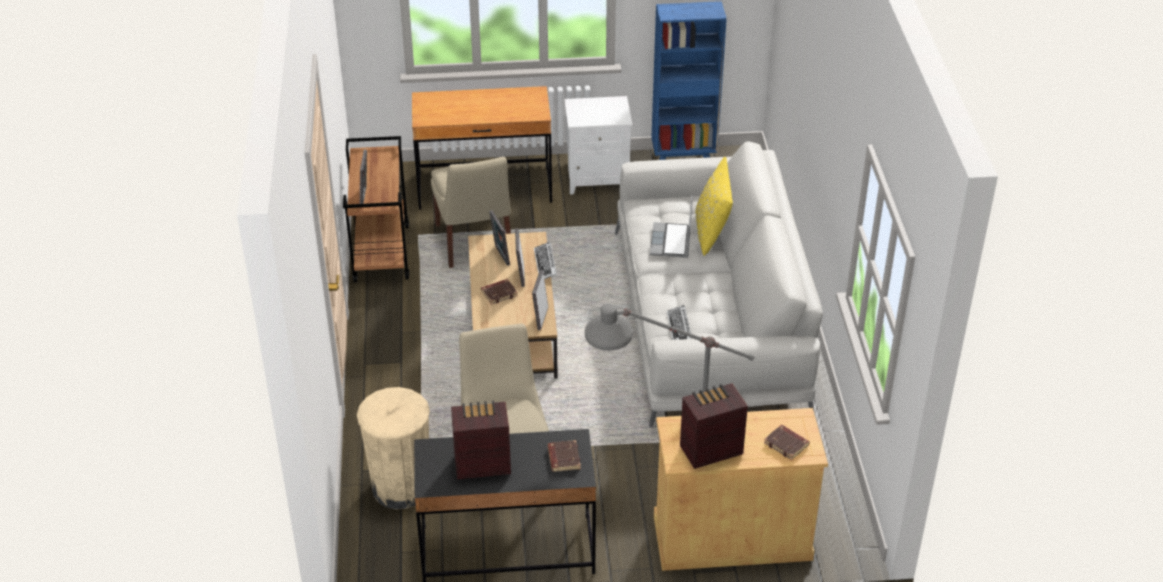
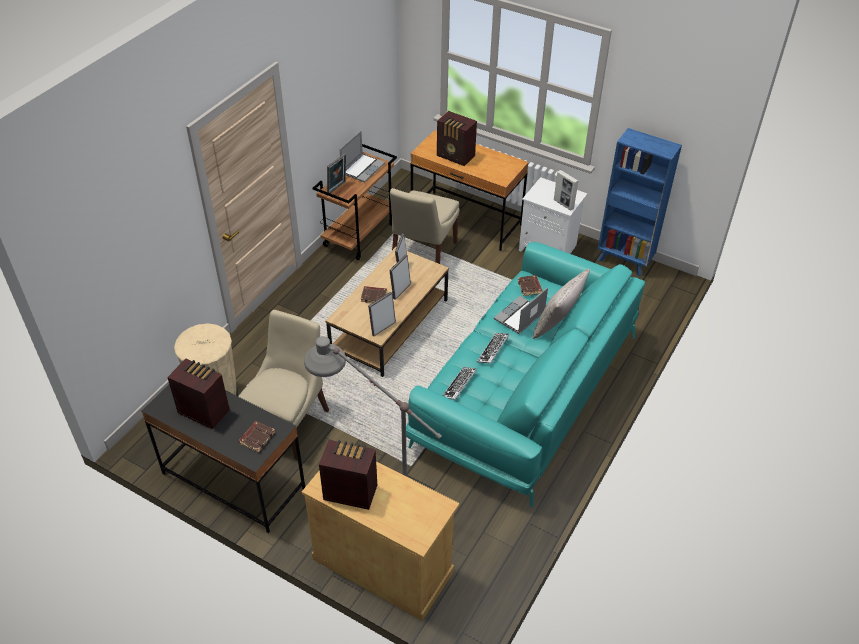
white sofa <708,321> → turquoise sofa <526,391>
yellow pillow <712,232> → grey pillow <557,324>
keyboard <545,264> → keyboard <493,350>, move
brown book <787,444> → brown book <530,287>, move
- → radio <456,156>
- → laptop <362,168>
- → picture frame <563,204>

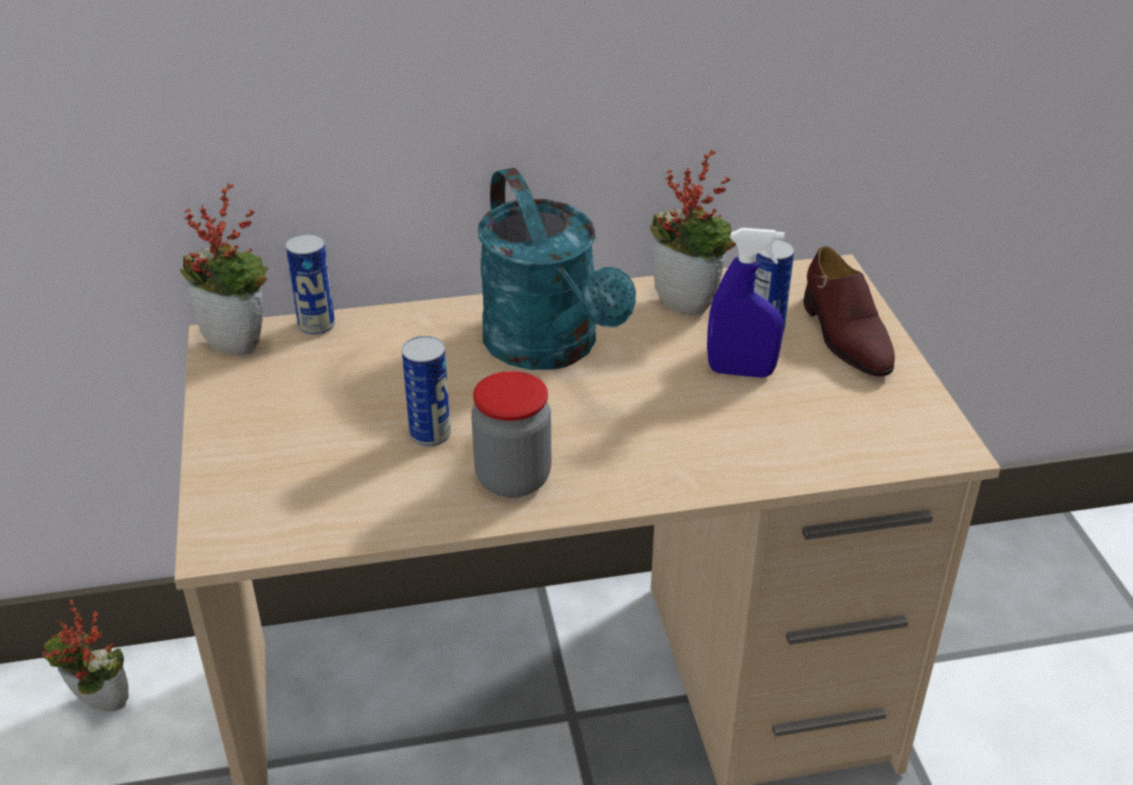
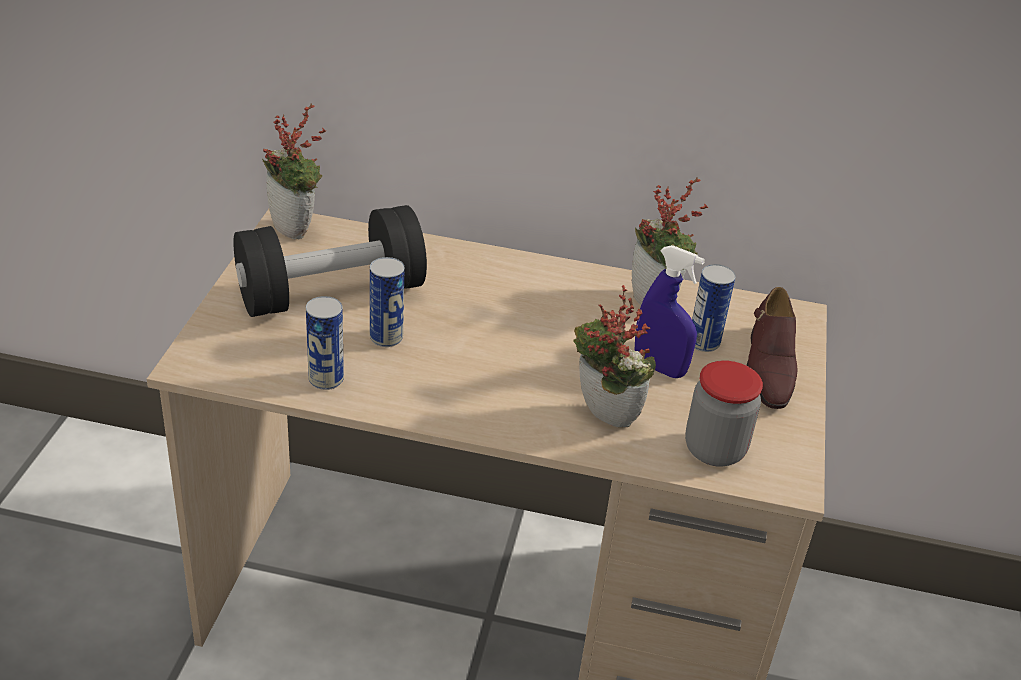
turquoise watering can <550,348> → -
can <316,325> → can <326,379>, move
jar <513,478> → jar <714,450>, move
potted plant <98,707> → potted plant <601,418>, move
- → black dumbbell <331,294>

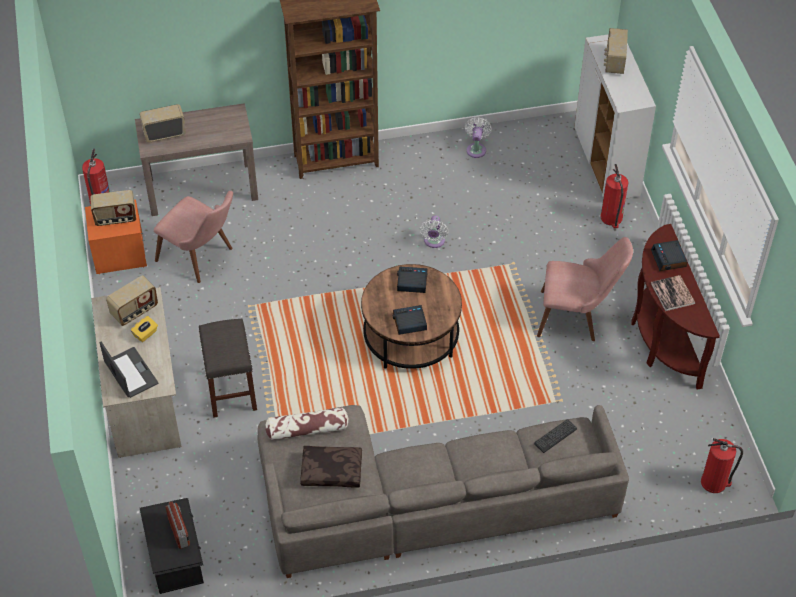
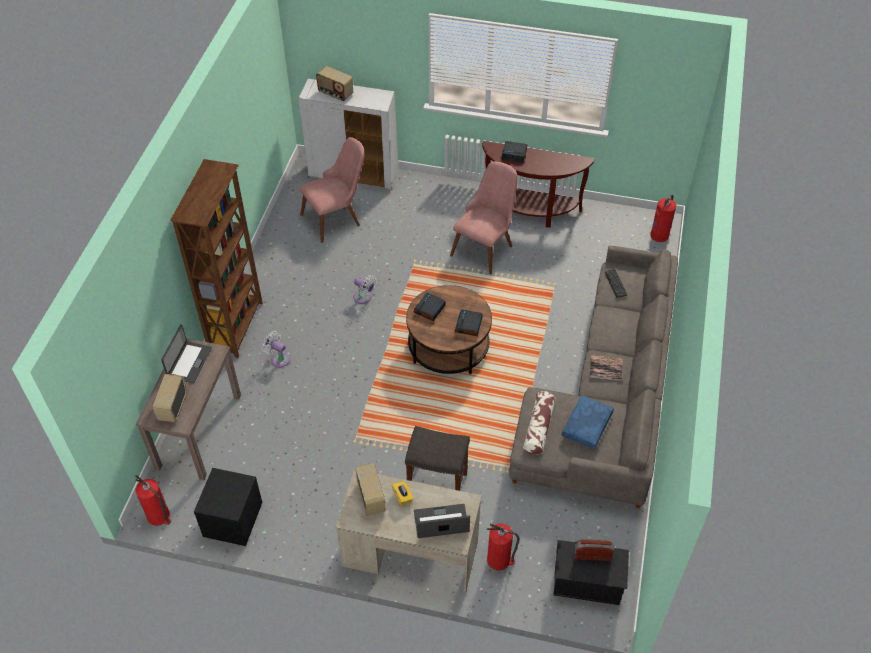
white fan <476,149> → white fan <278,358>, move
fire extinguisher <611,218> → fire extinguisher <499,560>, move
radio <115,218> → -
pink chair <202,258> → pink chair <337,217>, move
orange nightstand <119,254> → black nightstand <233,520>
book <672,293> → book <606,368>, move
brown pillow <332,470> → blue pillow <586,425>
- → laptop <189,362>

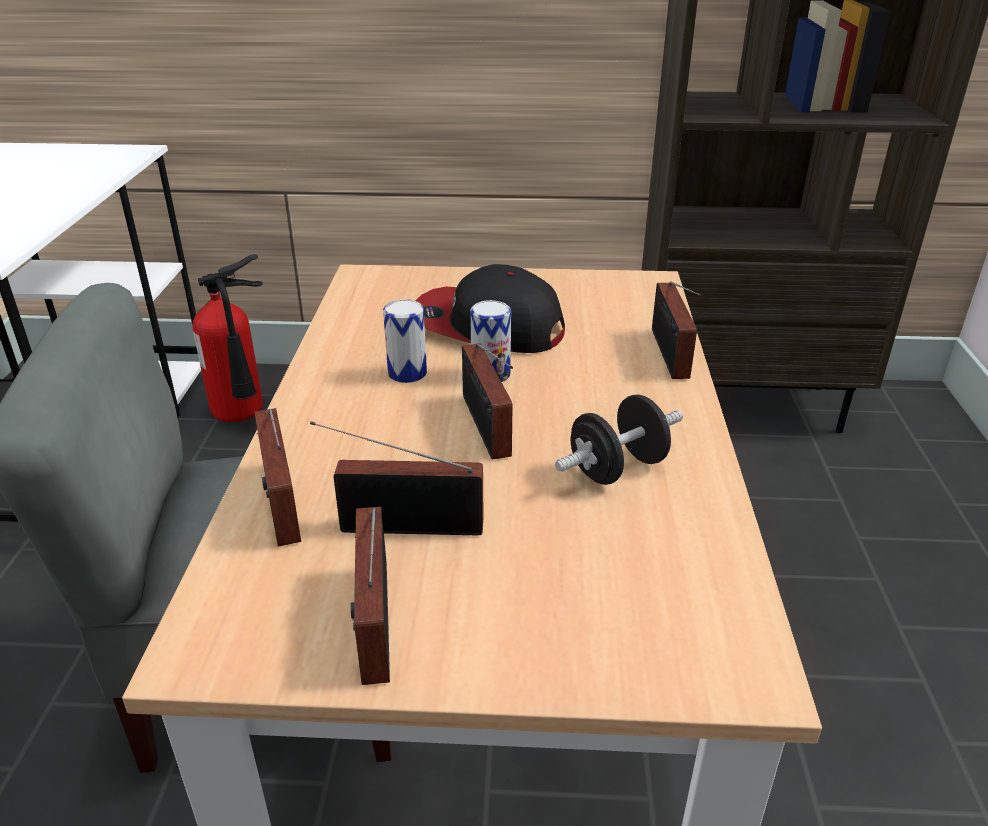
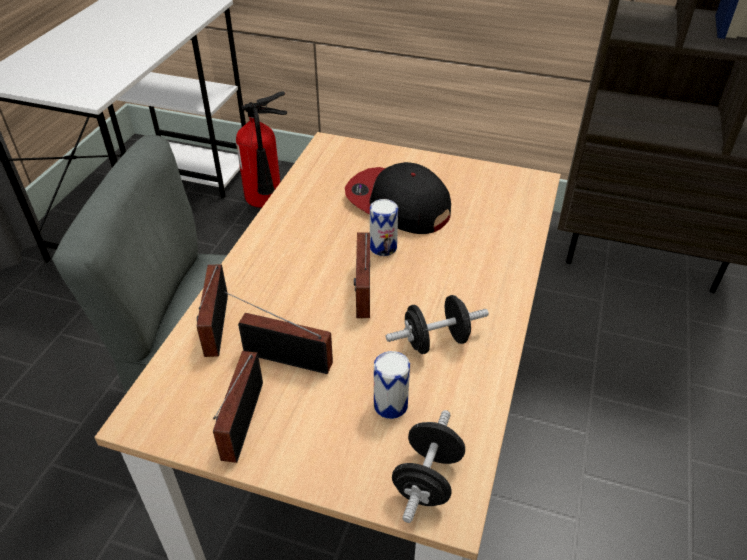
radio <669,356> → -
can <407,373> → can <390,405>, move
- → black dumbbell <427,479>

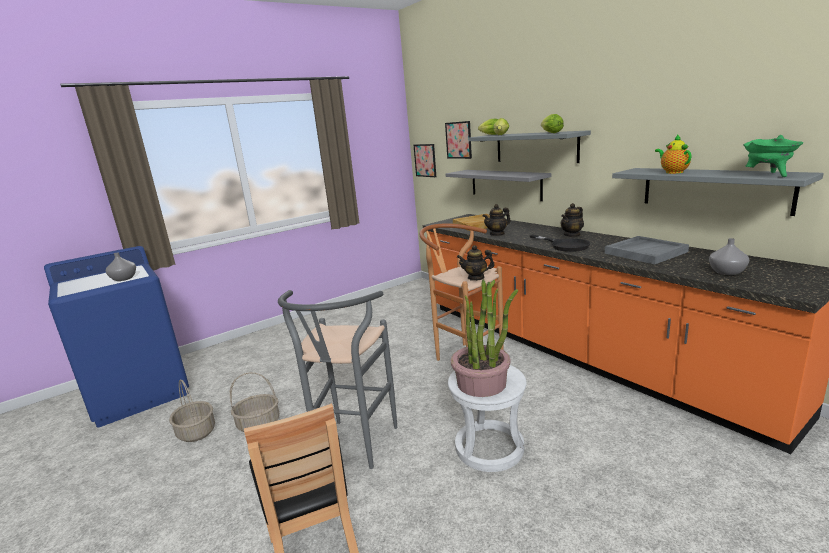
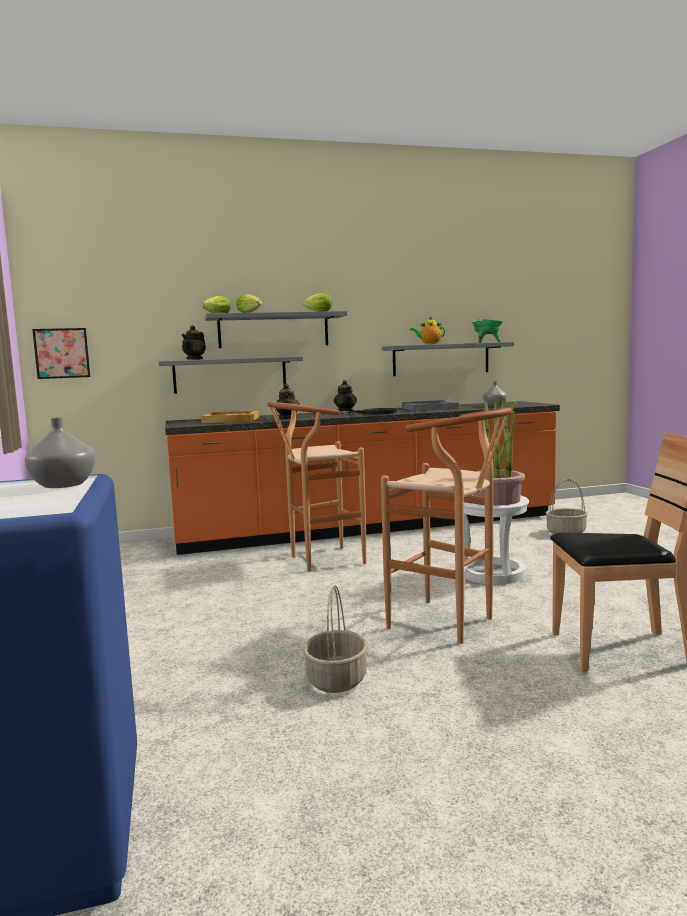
picture <458,140> → -
teapot <476,277> → teapot <195,359>, move
grey stool <353,449> → brown stool <450,624>
basket <196,432> → basket <566,532>, move

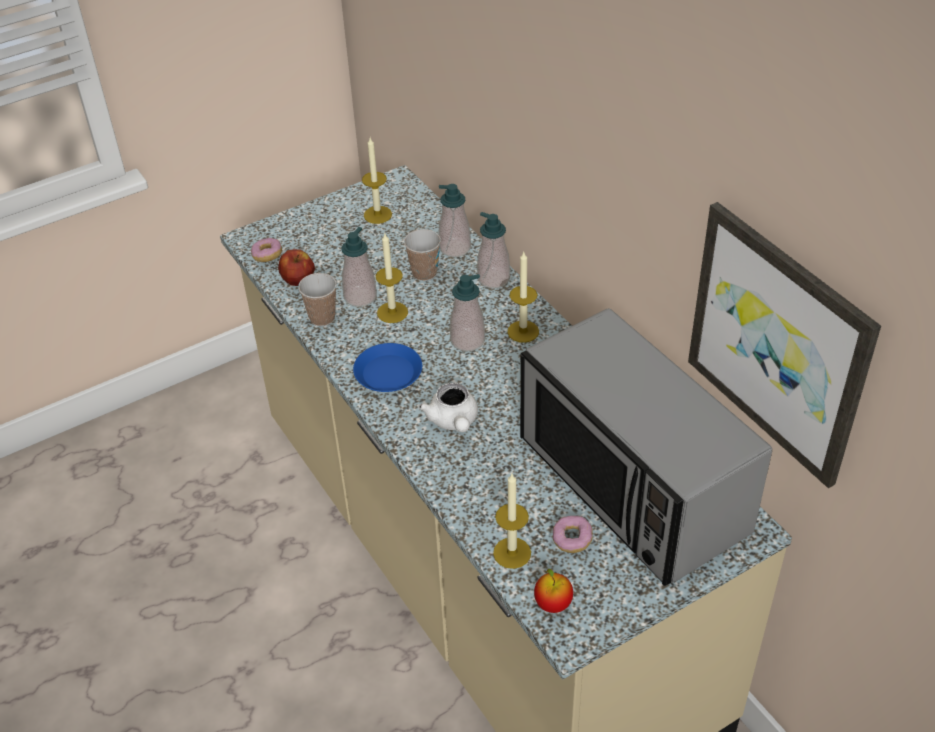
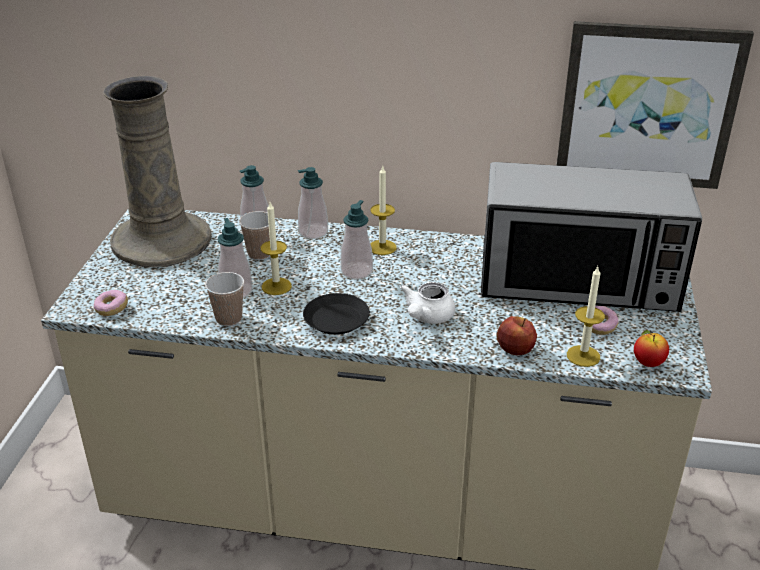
candle <377,215> → beige vase <162,241>
apple <298,280> → apple <515,349>, move
blue plate <388,373> → black plate <336,319>
white teapot <453,421> → white teapot <427,317>, 90 degrees clockwise

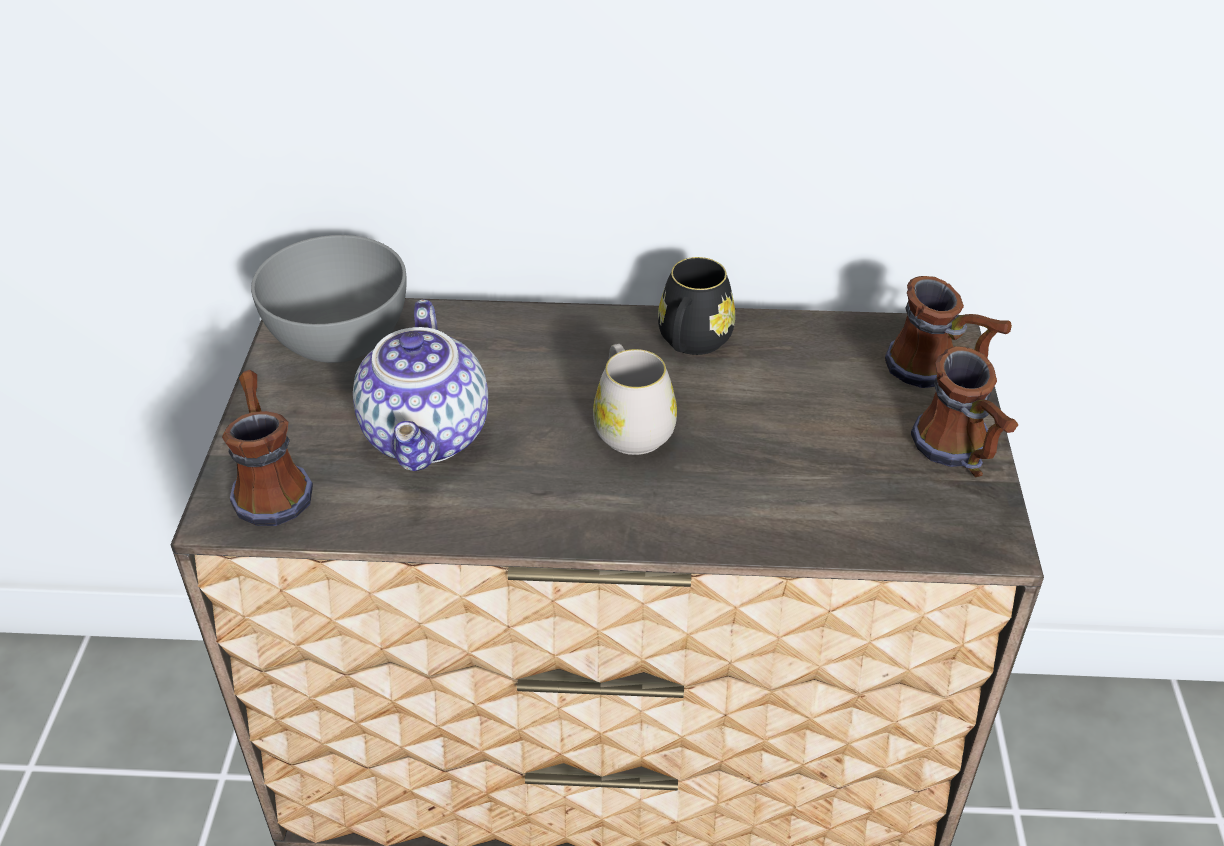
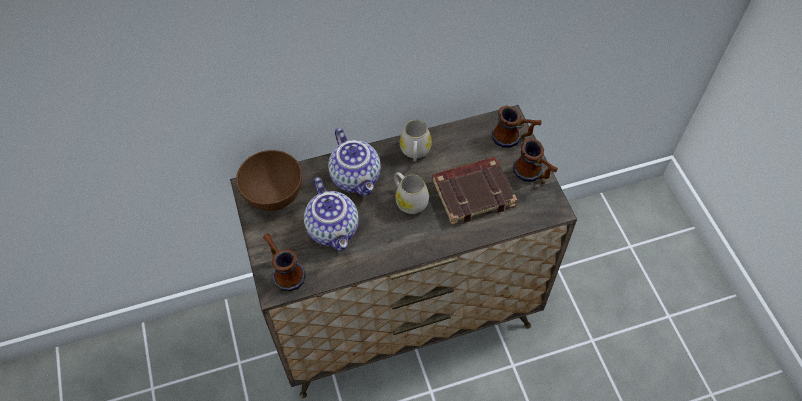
grey bowl <340,343> → brown bowl <274,195>
black mug <691,343> → white mug <415,152>
- → teapot <357,177>
- → brown book <473,192>

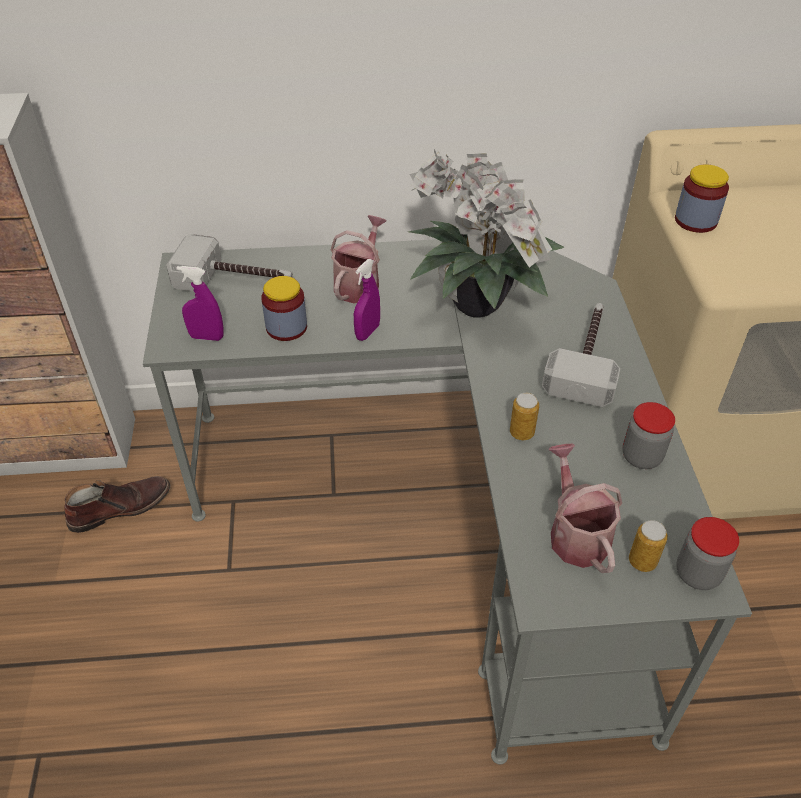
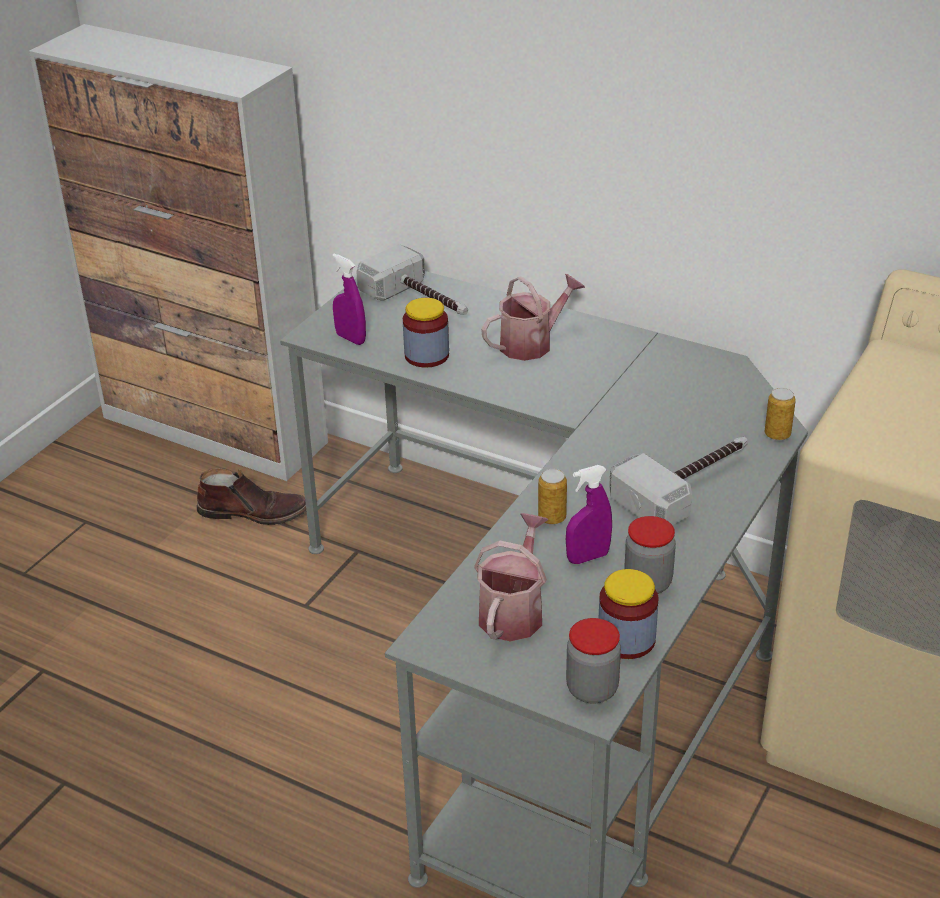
potted plant <478,310> → -
jar <695,220> → jar <626,639>, move
purple spray bottle <367,332> → purple spray bottle <588,557>, move
can <642,561> → can <777,434>, move

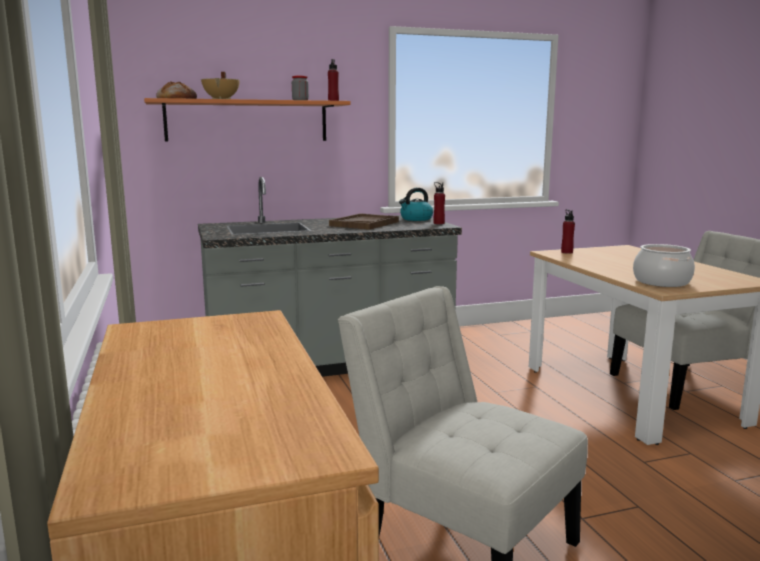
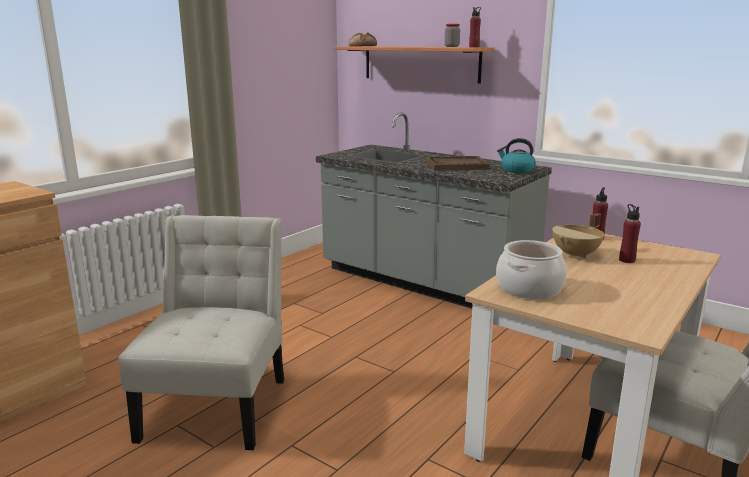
beige cooking pot <222,99> → beige cooking pot <576,255>, move
red bottle <438,223> → red bottle <627,260>, move

